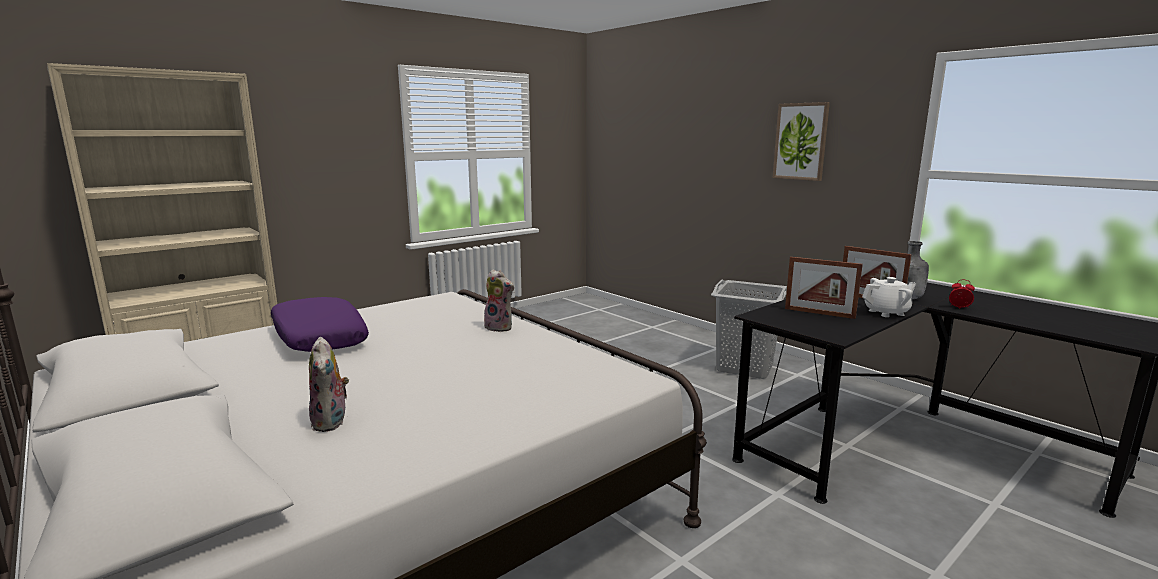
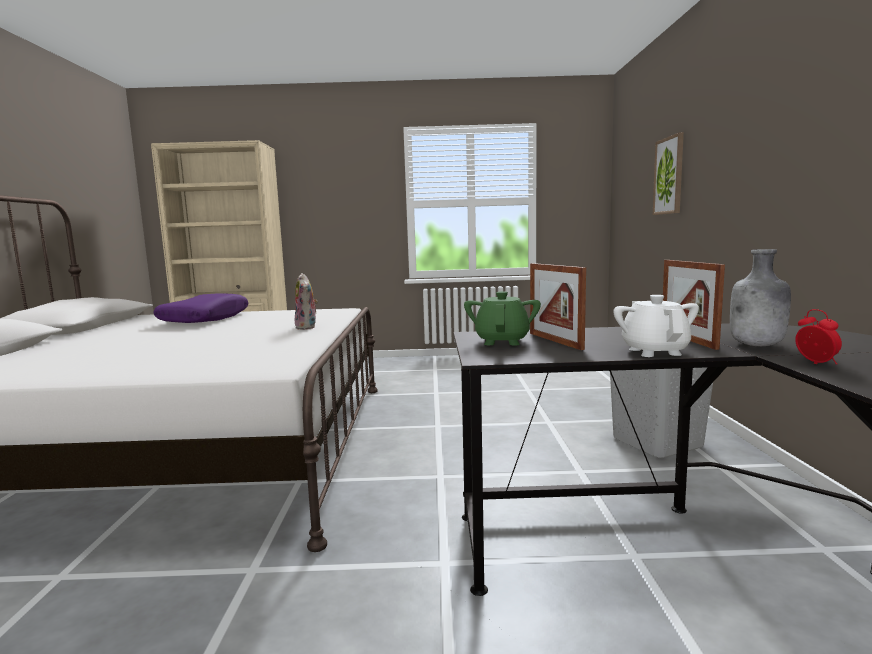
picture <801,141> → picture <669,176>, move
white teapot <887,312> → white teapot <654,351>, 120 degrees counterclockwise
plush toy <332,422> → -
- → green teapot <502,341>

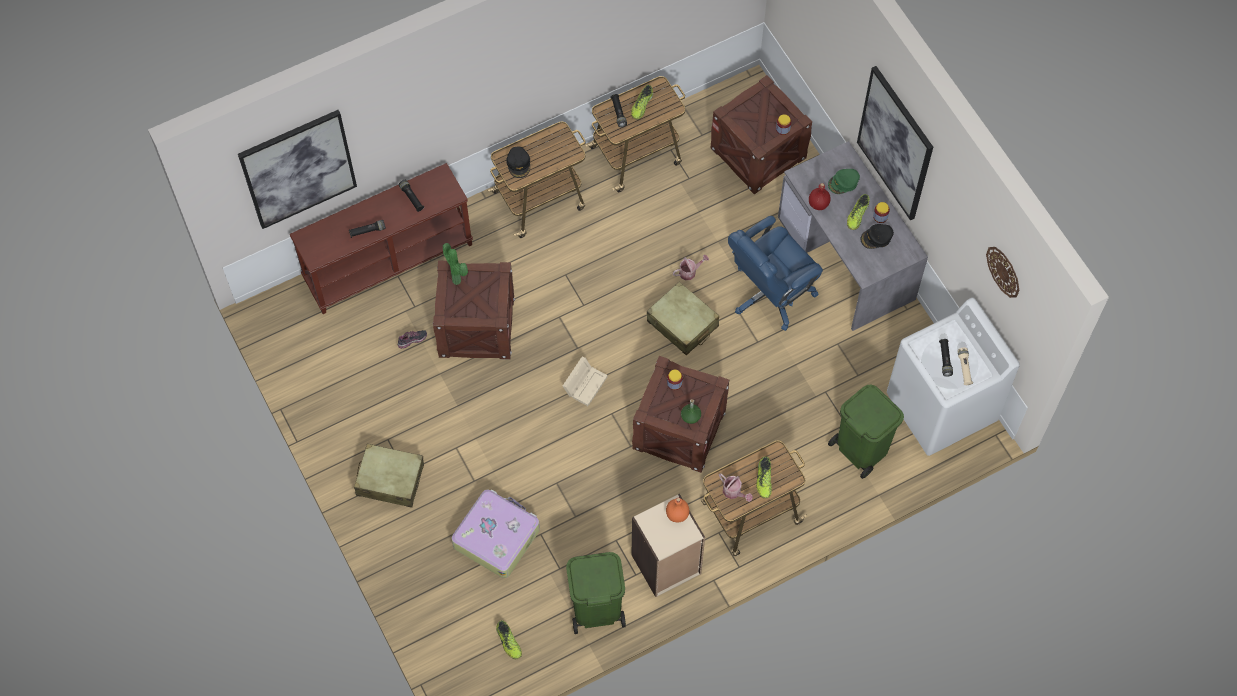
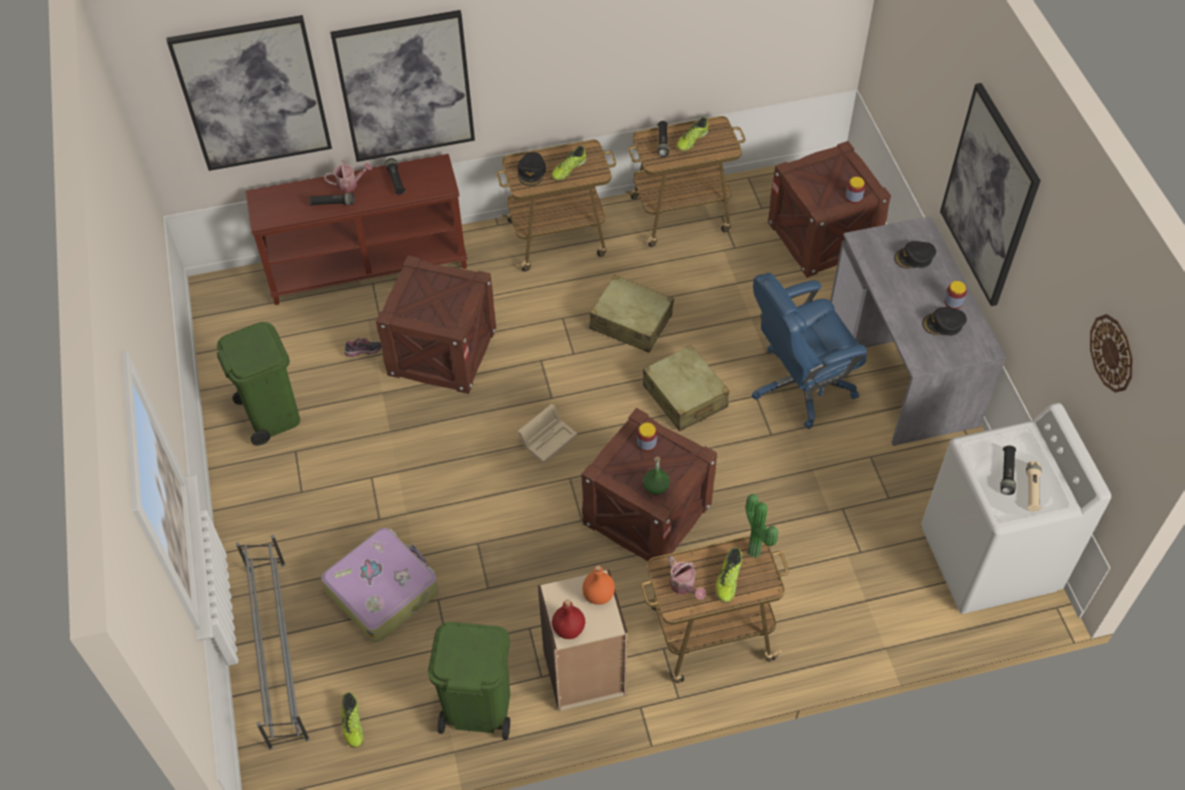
green cap <843,183> → black cap <914,258>
red bottle <818,203> → red bottle <569,628>, move
shoe <857,215> → shoe <568,169>, move
potted plant <458,280> → potted plant <756,551>, move
watering can <689,272> → watering can <350,184>, move
green trash can <861,448> → green trash can <271,414>, move
beige suitcase <390,480> → beige suitcase <631,322>, move
- → picture <405,86>
- → grey shoe rack <278,651>

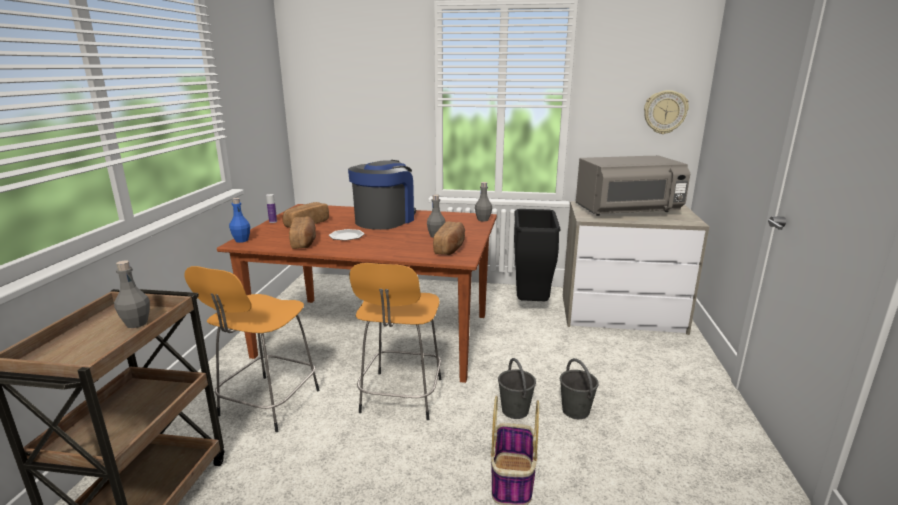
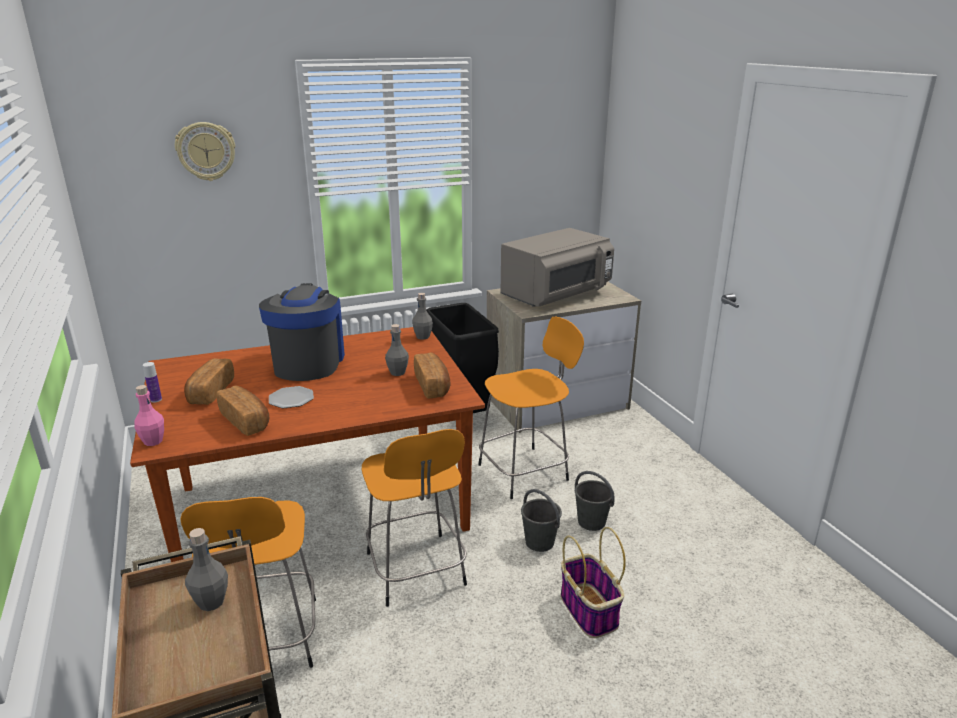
wall clock <665,112> → wall clock <206,151>, move
blue bottle <241,240> → pink bottle <153,441>
- → orange stool <526,471>

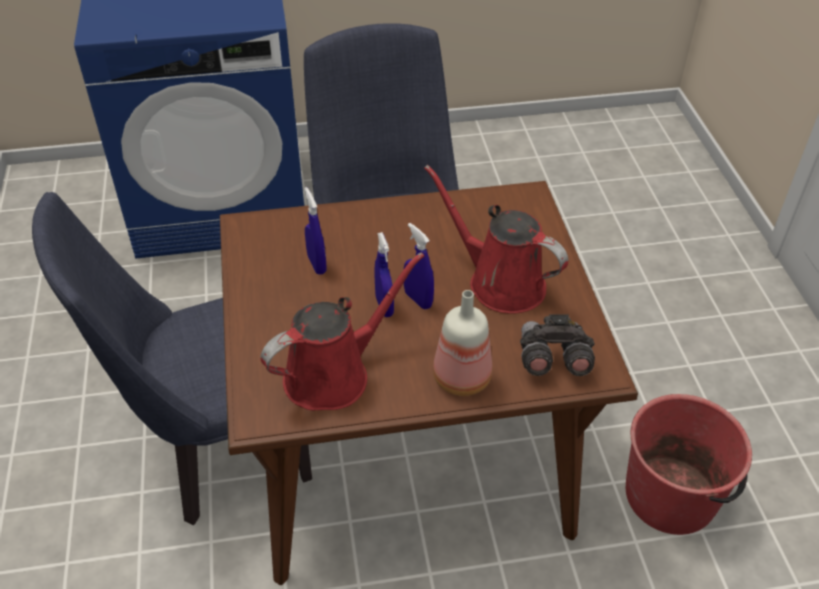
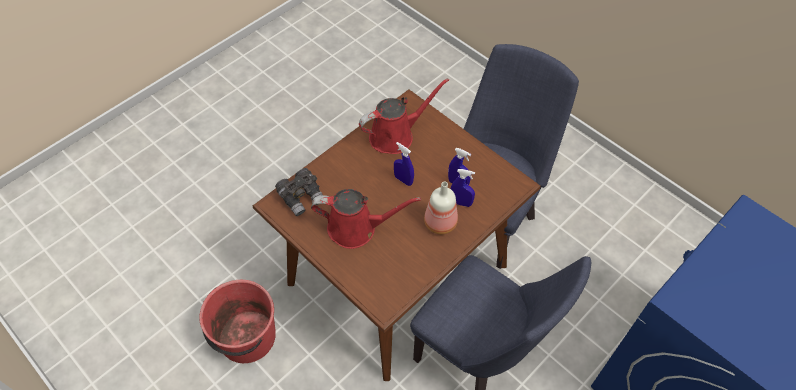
blue spray bottle <418,299> → blue spray bottle <461,203>, move
red watering can <334,374> → red watering can <395,135>, 135 degrees counterclockwise
bottle <463,379> → bottle <439,222>, move

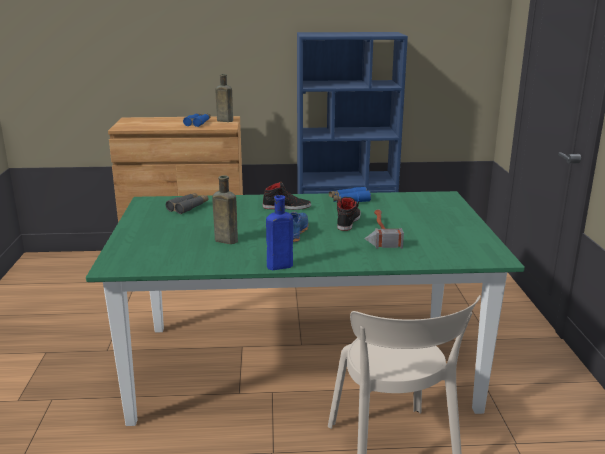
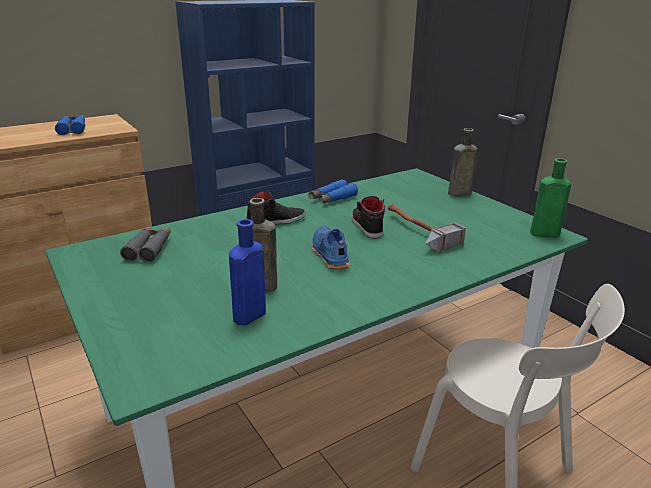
brown bottle <223,120> → brown bottle <458,194>, move
blue bottle <278,266> → blue bottle <247,317>, move
- → green bottle <542,234>

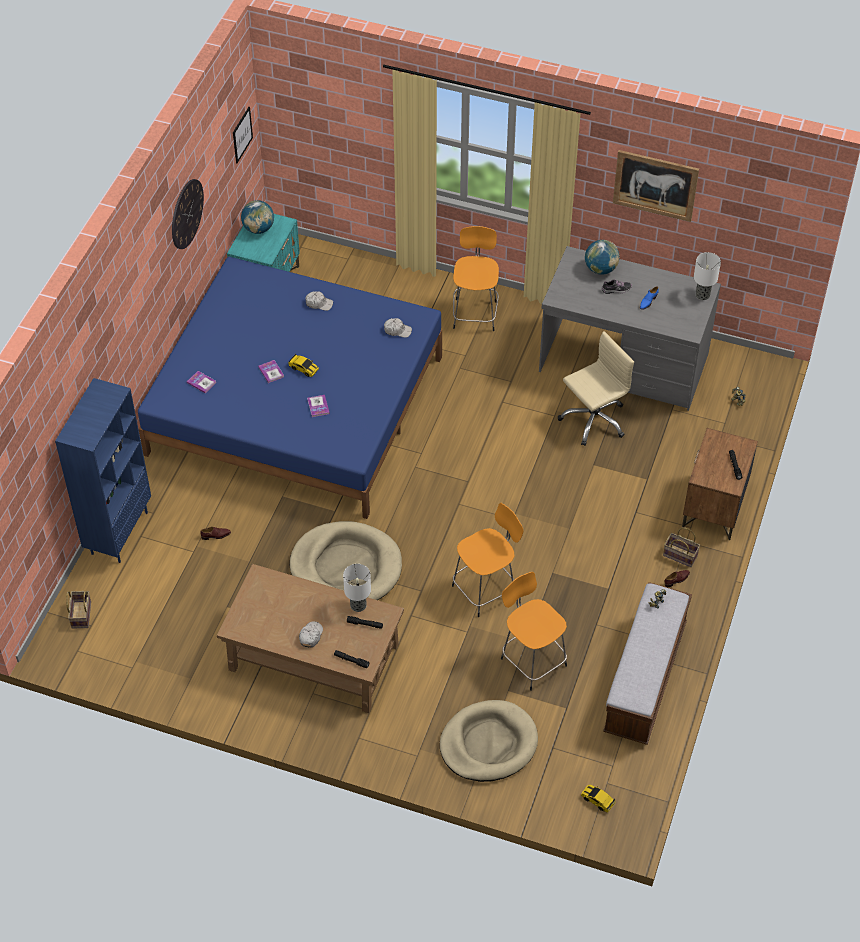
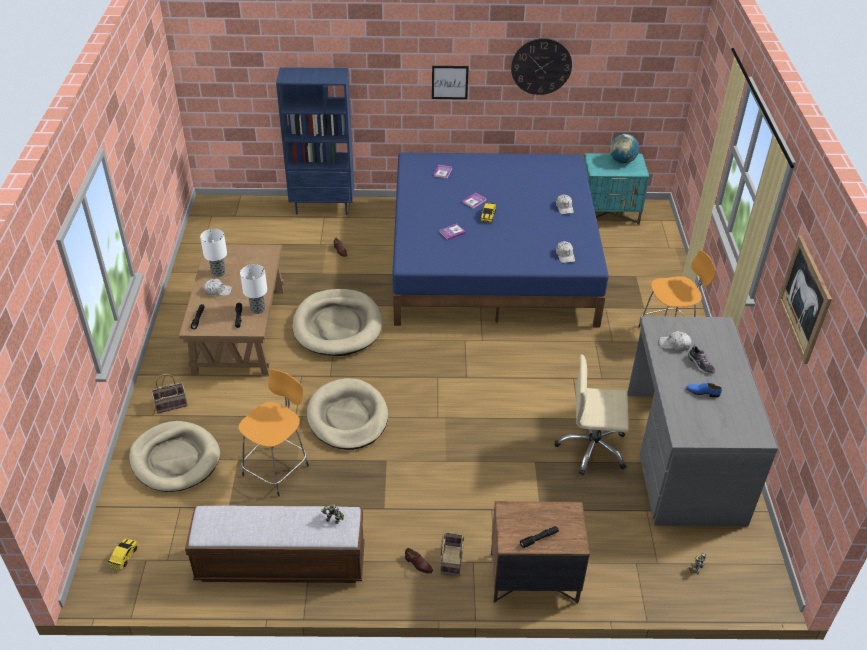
picture <242,134> → picture <449,82>, move
globe <600,269> → -
table lamp <702,295> → table lamp <218,272>, move
beige office chair <593,419> → beige office chair <592,449>, 150 degrees clockwise
orange stool <485,589> → beige dog bed <347,417>
basket <80,614> → basket <172,403>, move
- → white cap <674,344>

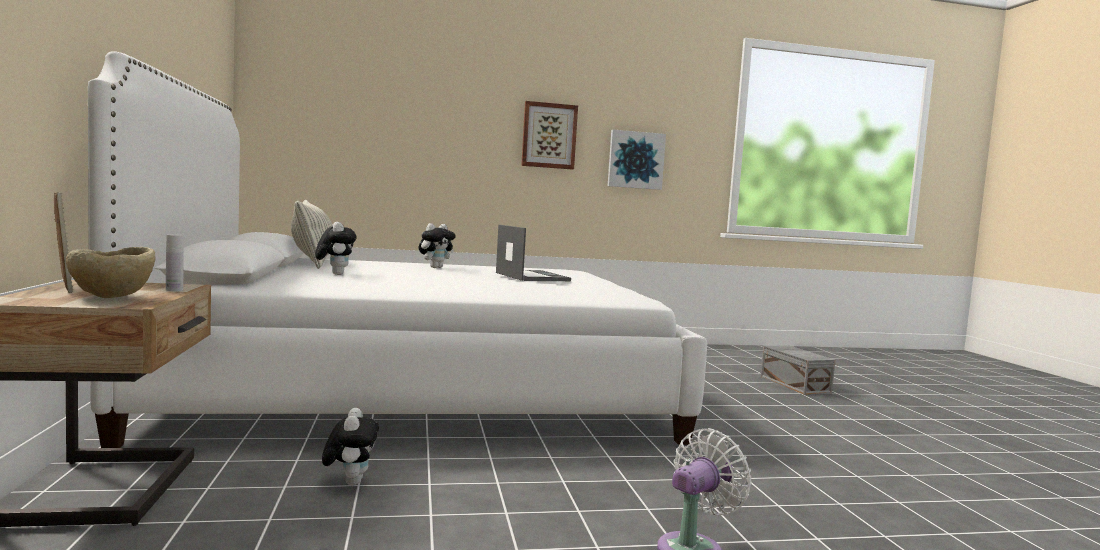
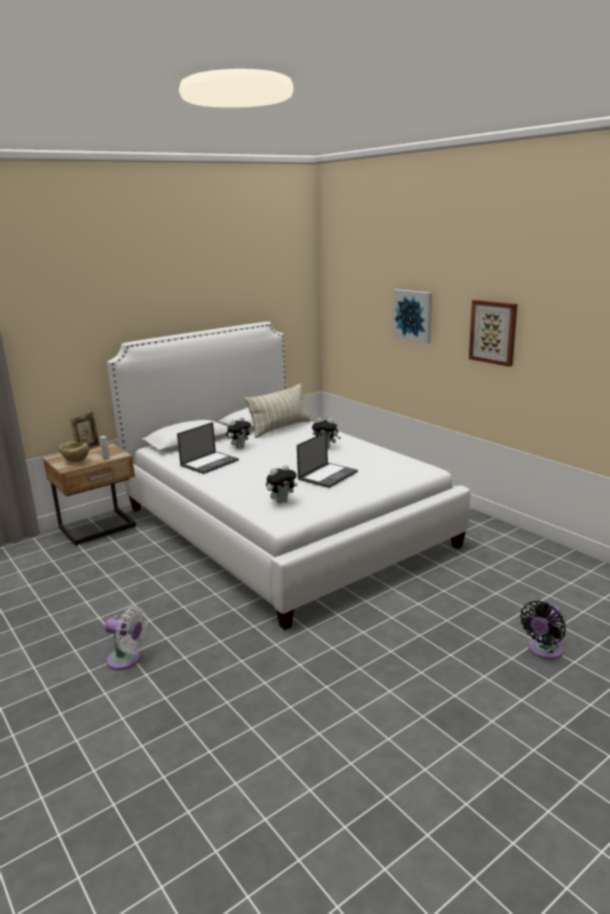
picture <635,160> → picture <413,315>, move
grey storage box <795,384> → black fan <543,651>
plush toy <350,482> → plush toy <281,501>, move
- → laptop <209,463>

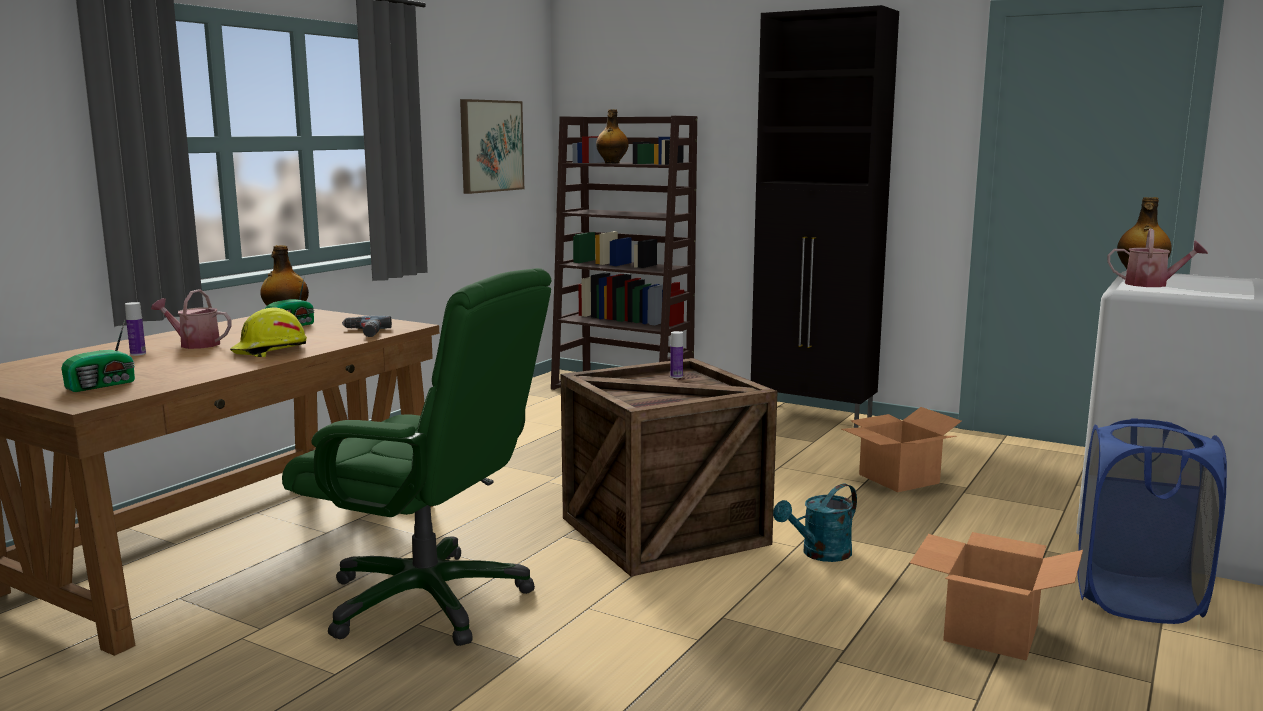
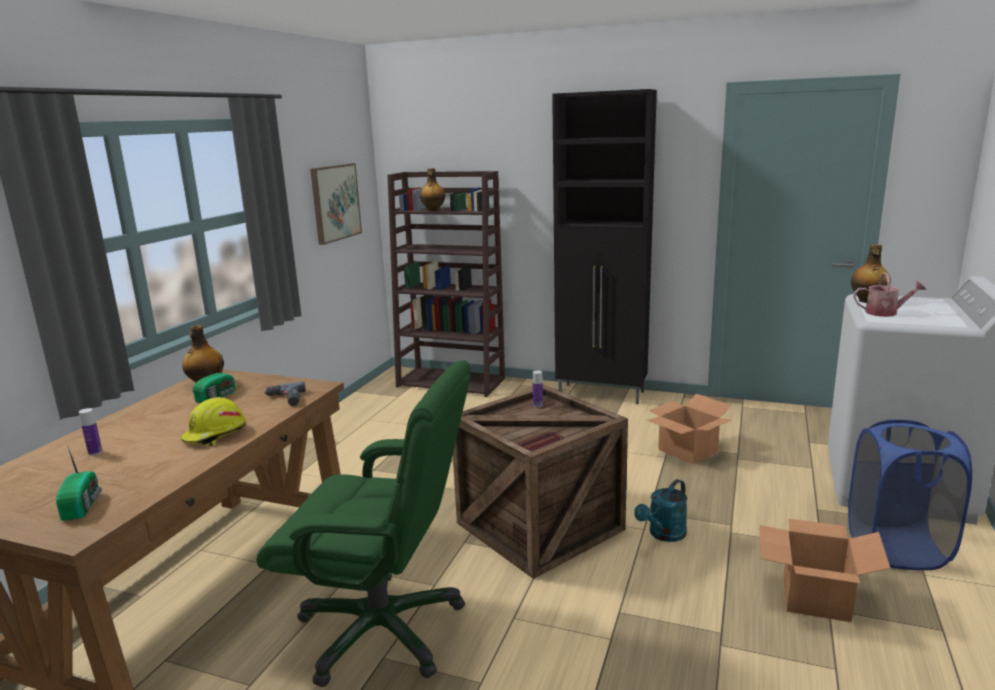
watering can <195,344> → -
radio <103,385> → radio <83,505>, 45 degrees counterclockwise

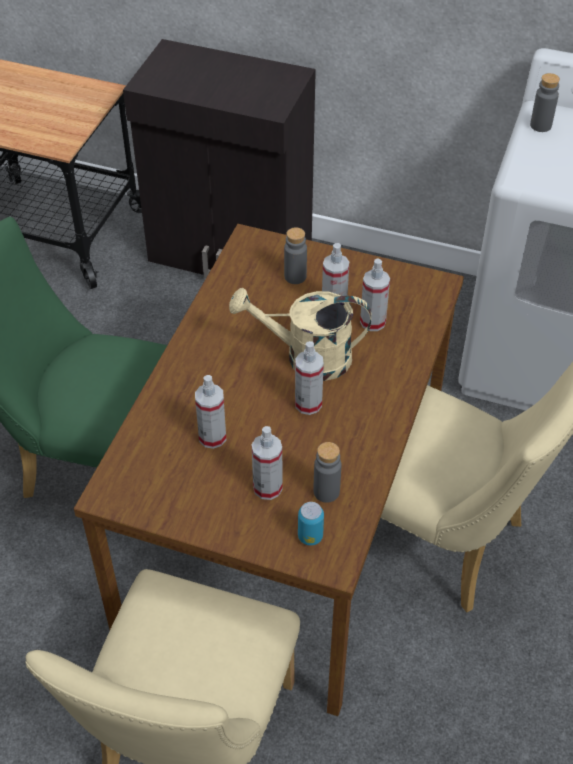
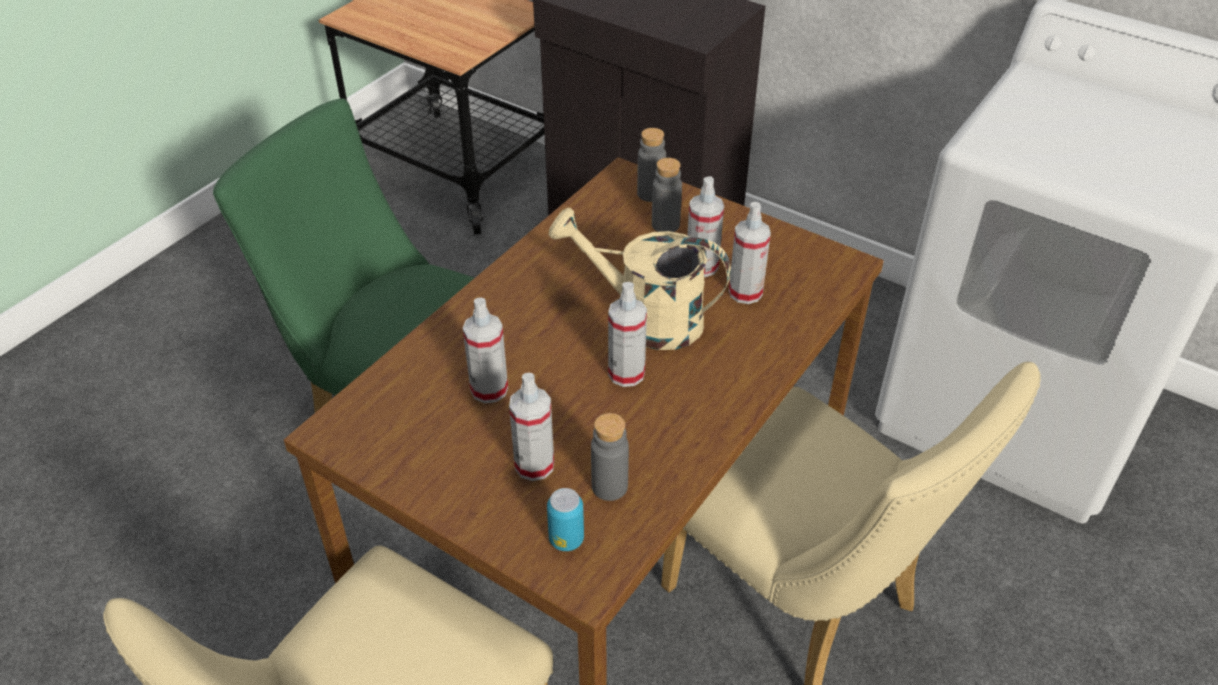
grey bottle <540,125> → grey bottle <650,194>, move

